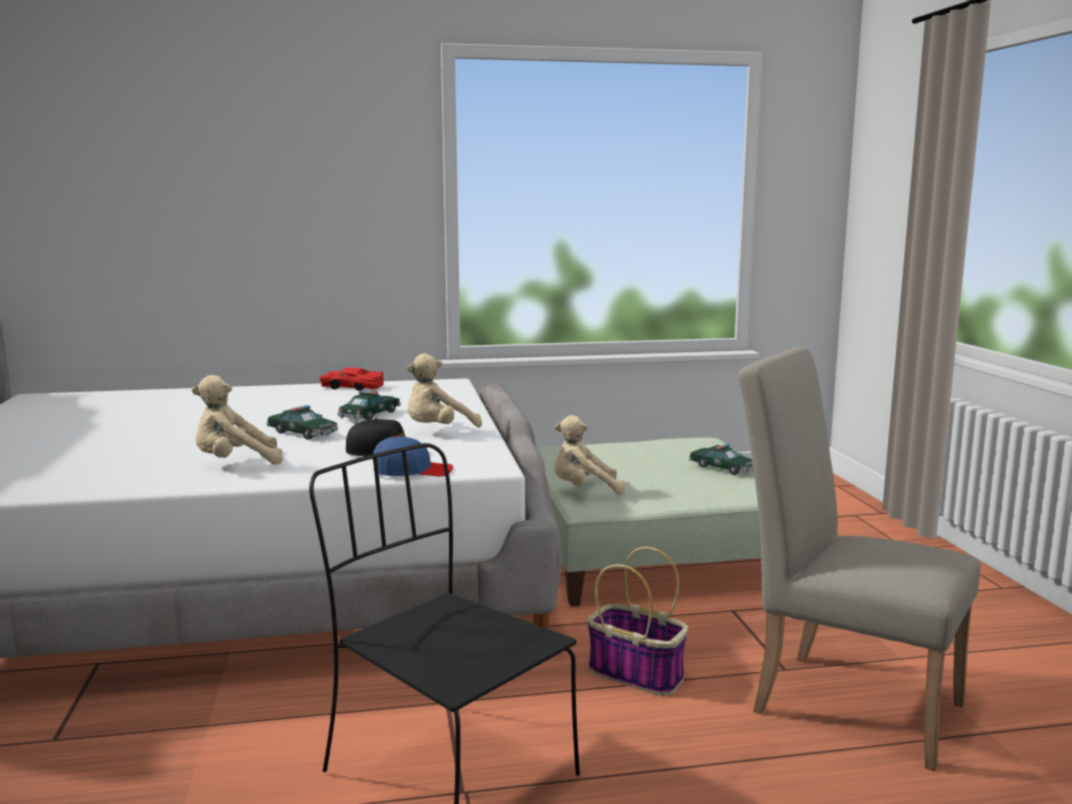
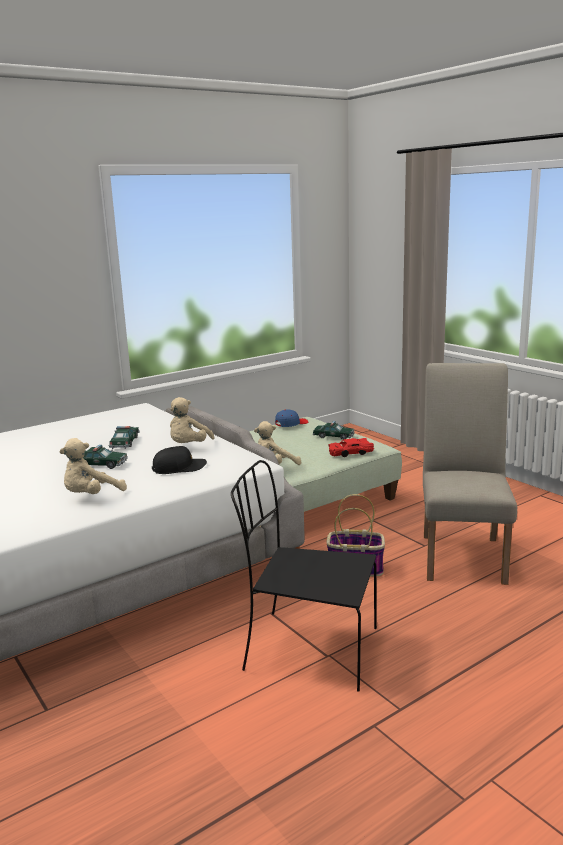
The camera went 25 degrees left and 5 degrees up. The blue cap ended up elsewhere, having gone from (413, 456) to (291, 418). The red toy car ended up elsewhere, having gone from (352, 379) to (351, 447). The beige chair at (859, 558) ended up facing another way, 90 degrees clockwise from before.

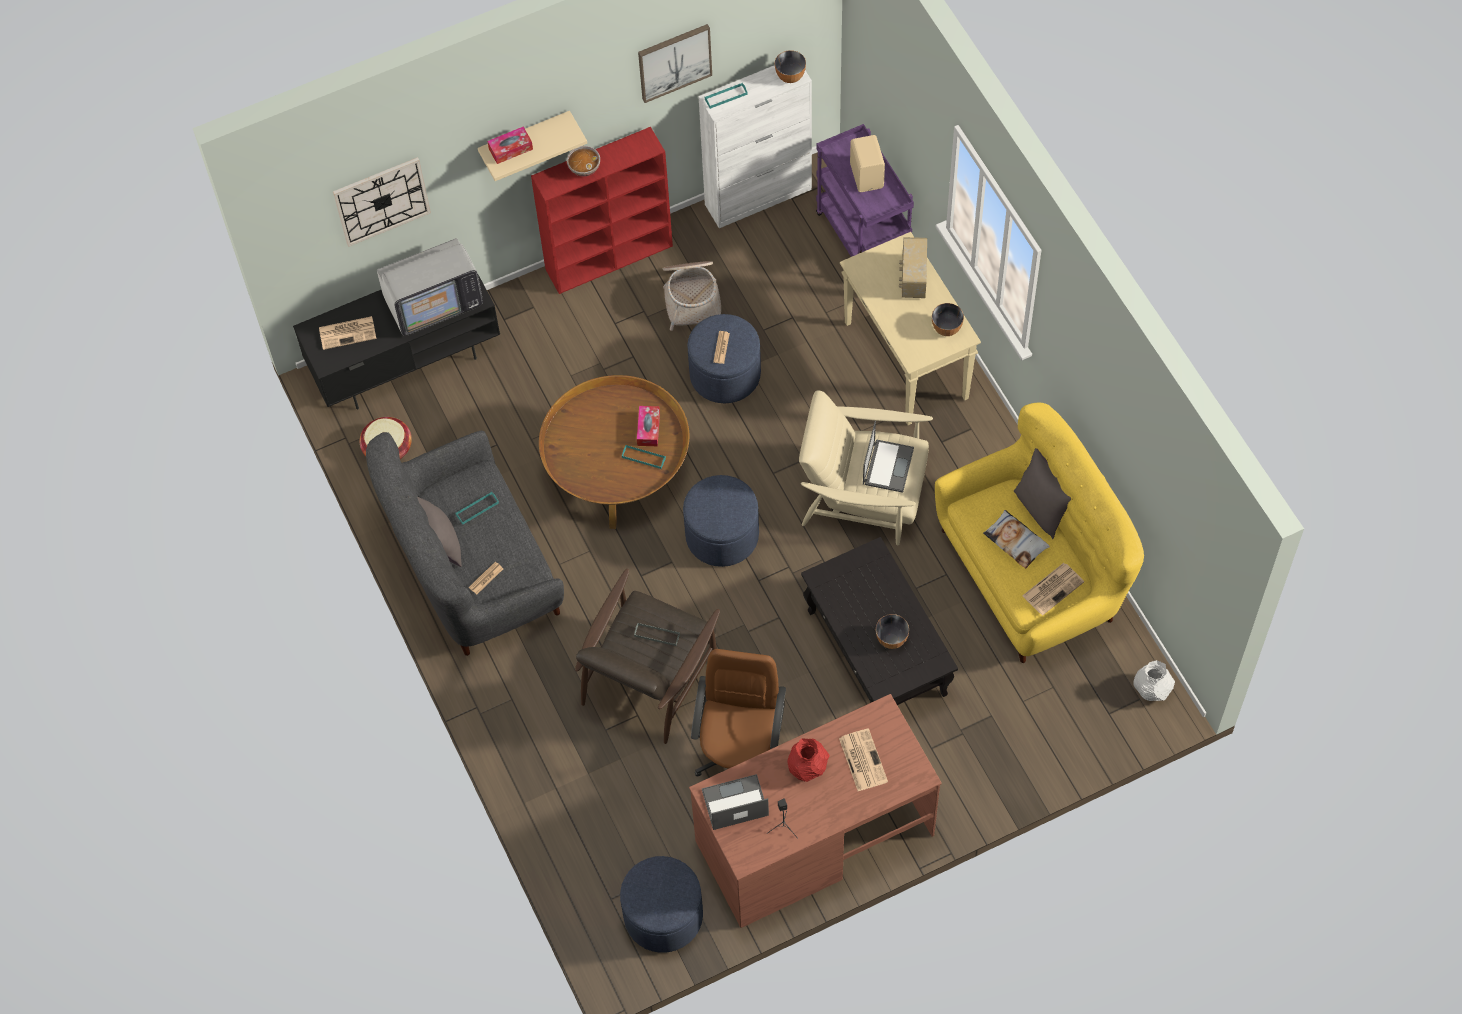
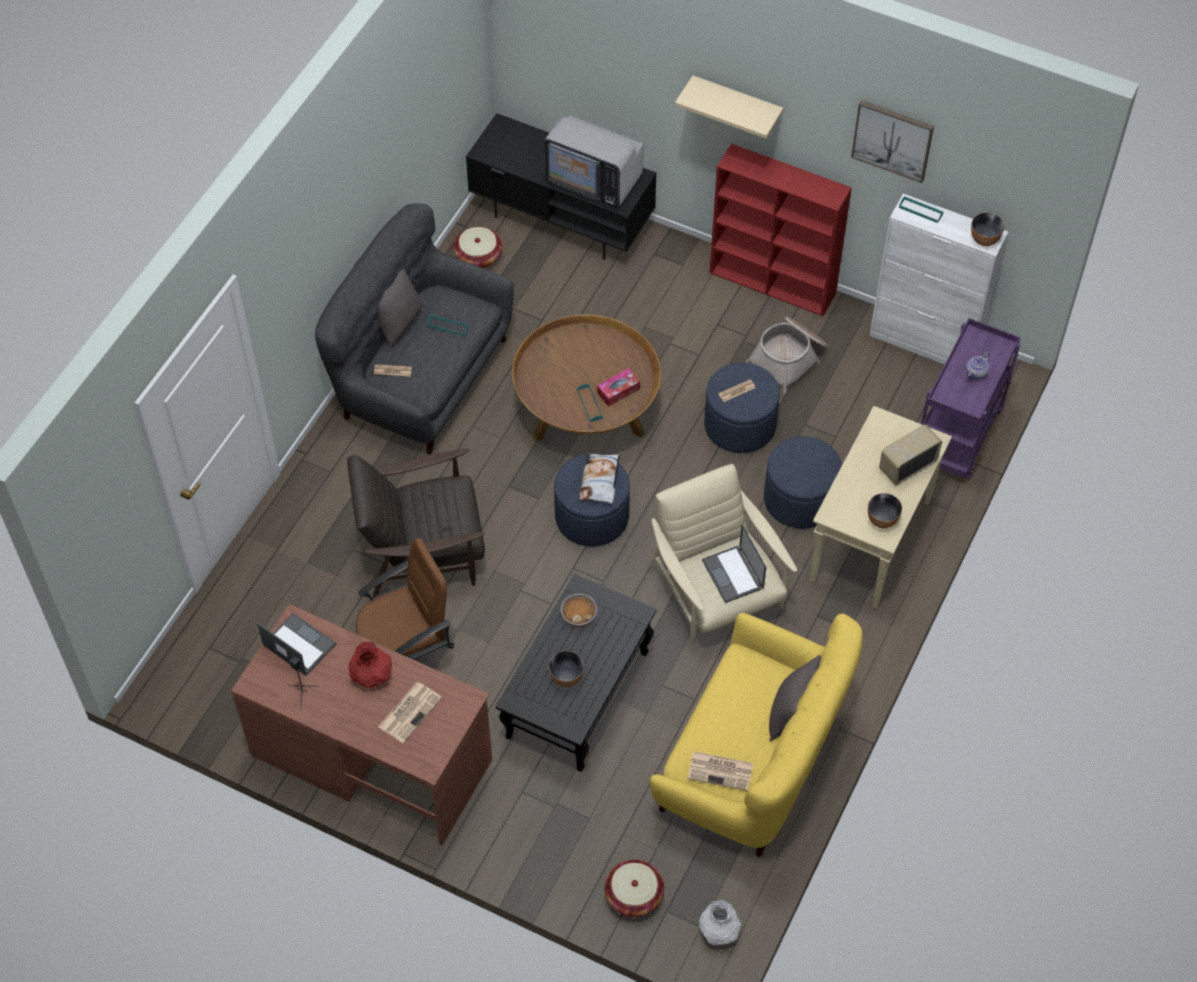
The camera went 50 degrees right and 5 degrees down. The bowl ended up elsewhere, having gone from (583, 161) to (579, 610). The pillow ended up elsewhere, having gone from (1016, 539) to (599, 478). The second view gained the basket at (634, 888). The laptop at (888, 457) ended up facing another way, 90 degrees clockwise from before. The blue ottoman ended up elsewhere, having gone from (661, 904) to (803, 482). Where the beige speaker stood at (867, 163), the teapot came to stand at (978, 366). The second view lost the newspaper at (347, 333). The second view lost the wall clock at (382, 202). The second view lost the tissue box at (510, 145).

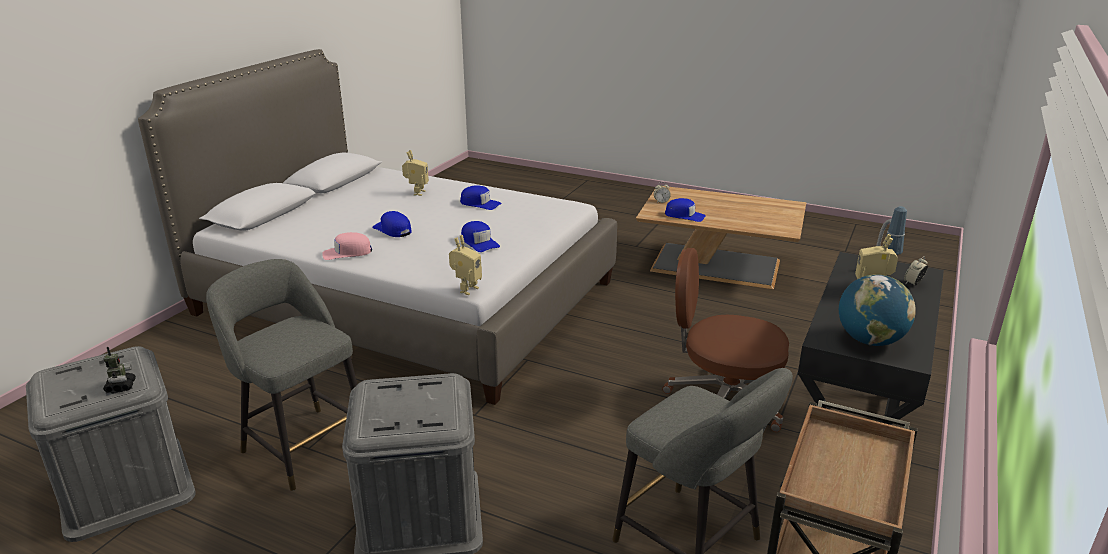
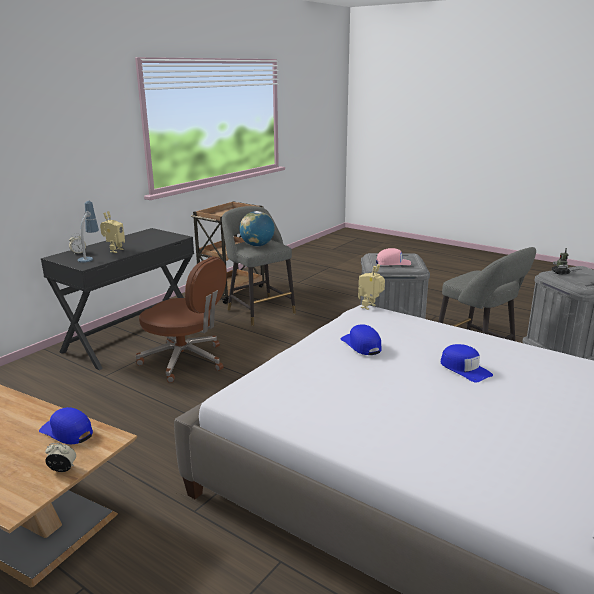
The camera went 170 degrees left and 5 degrees down. The globe ended up elsewhere, having gone from (877, 310) to (256, 229). The pink cap ended up elsewhere, having gone from (347, 246) to (393, 256). The second view lost the toy robot at (415, 173). The second view lost the blue cap at (481, 197).

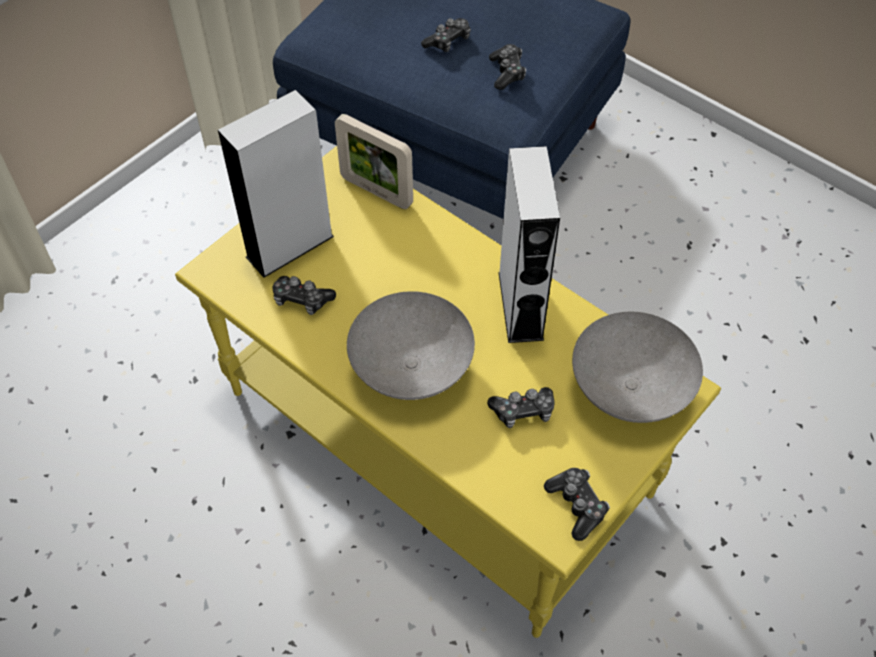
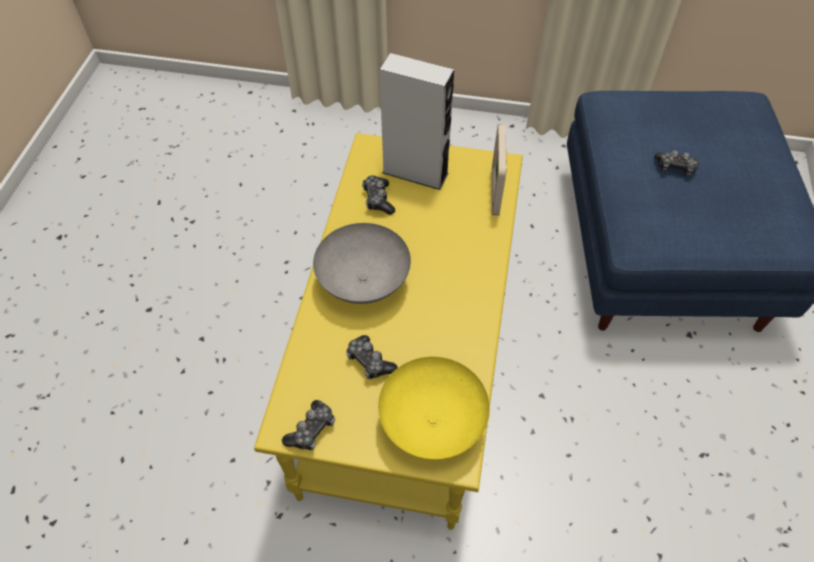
The camera went 60 degrees right and 0 degrees up. What was the grey bowl at (637, 367) turned into the yellow bowl at (434, 408). The second view lost the game controller at (507, 67). The second view lost the grey speaker at (529, 244).

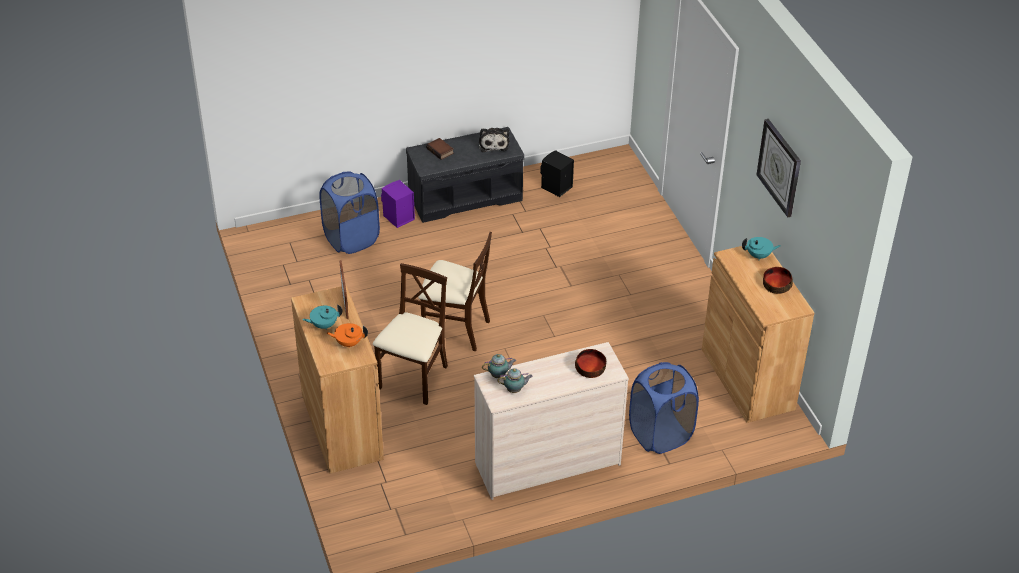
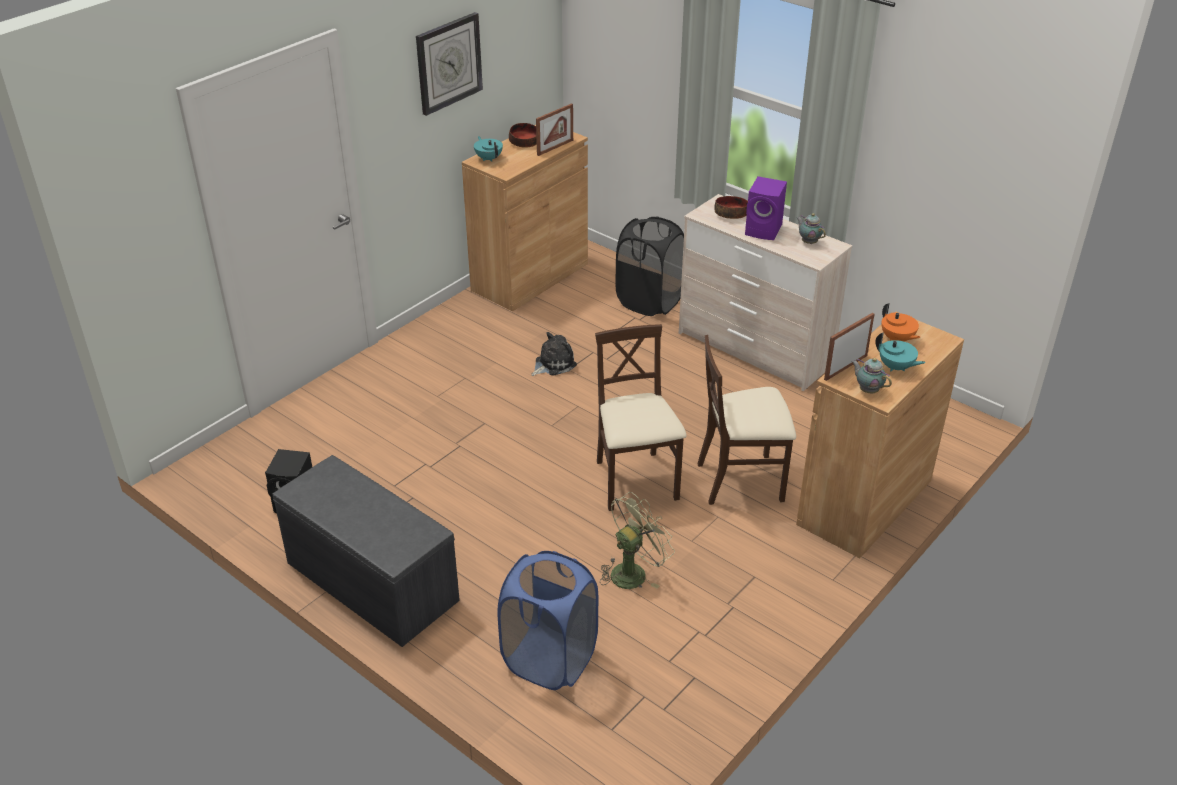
The camera went 120 degrees left and 5 degrees down. The plush toy ended up elsewhere, having gone from (494, 140) to (554, 354). The second view gained the picture frame at (554, 129). The second view gained the green fan at (637, 540). What was the blue laundry basket at (664, 408) turned into the black laundry basket at (650, 266). The purple speaker ended up elsewhere, having gone from (398, 204) to (766, 208). The teapot ended up elsewhere, having gone from (499, 366) to (871, 375). The second view lost the book at (440, 149).

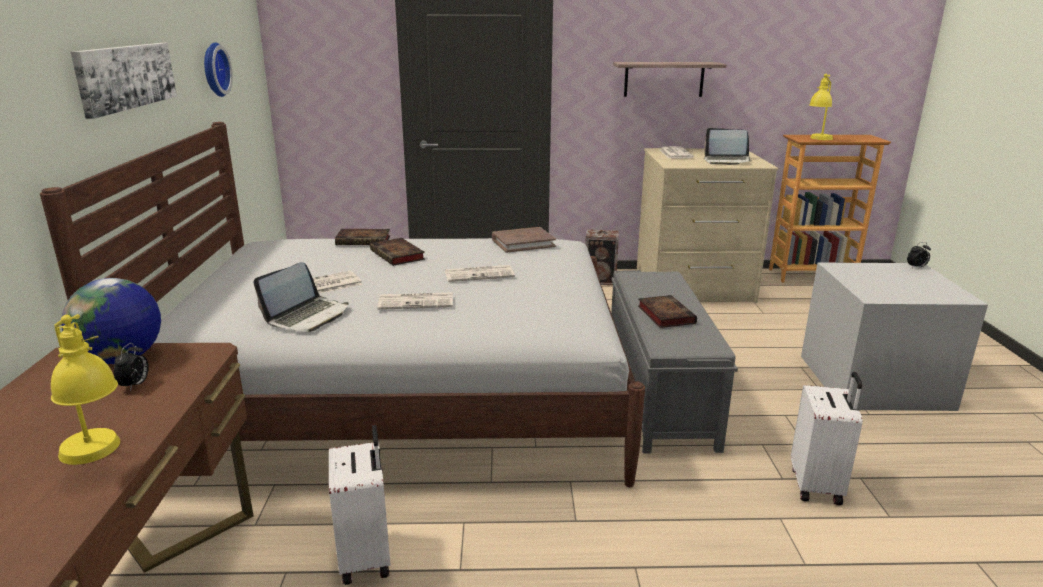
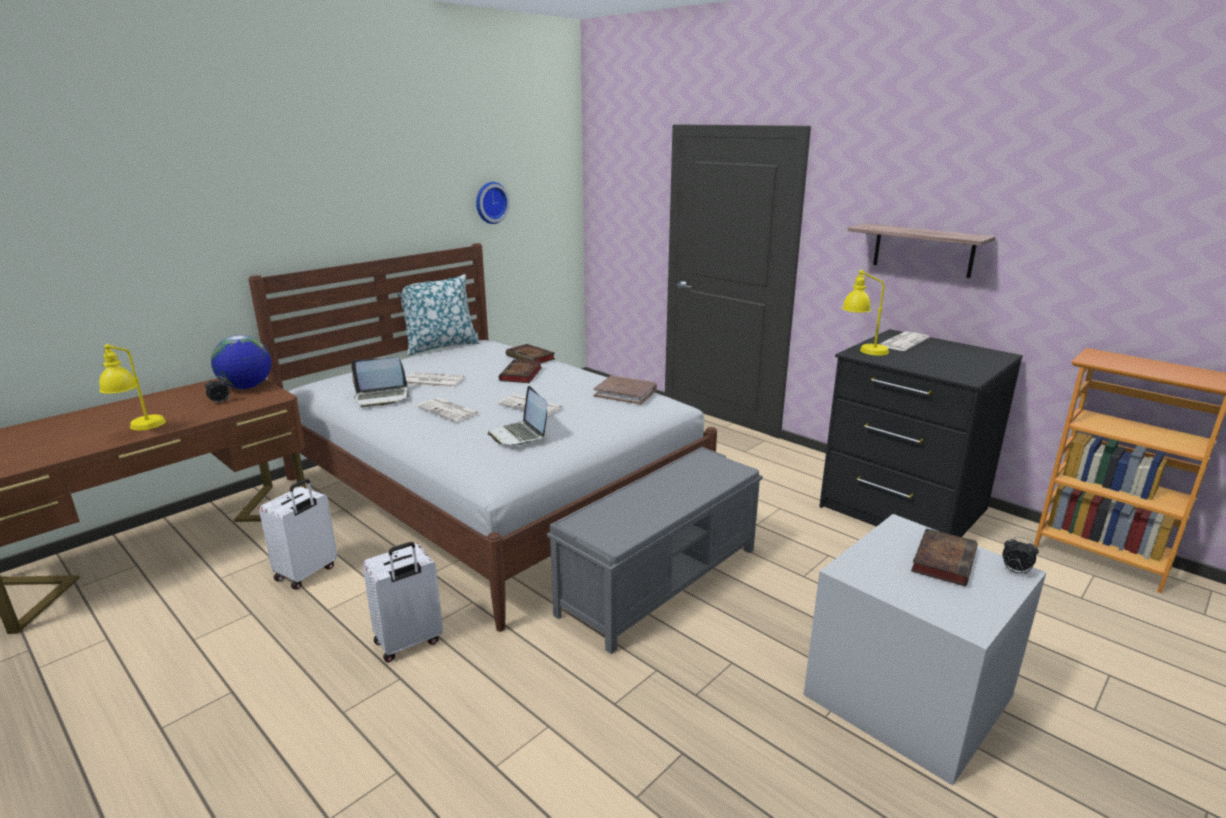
The camera went 45 degrees right and 0 degrees up. The white suitcase ended up elsewhere, having gone from (827, 439) to (402, 602). The second view gained the pillow at (438, 315). The laptop ended up elsewhere, having gone from (727, 146) to (517, 416). What was the beige dresser at (708, 225) turned into the black dresser at (921, 433). The yellow table lamp ended up elsewhere, having gone from (821, 107) to (865, 313). The book ended up elsewhere, having gone from (667, 311) to (944, 557). The second view lost the picture at (123, 81). The second view lost the speaker at (602, 257).

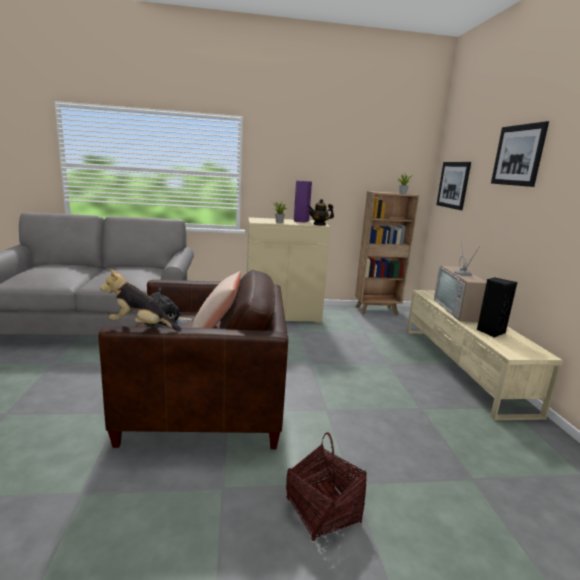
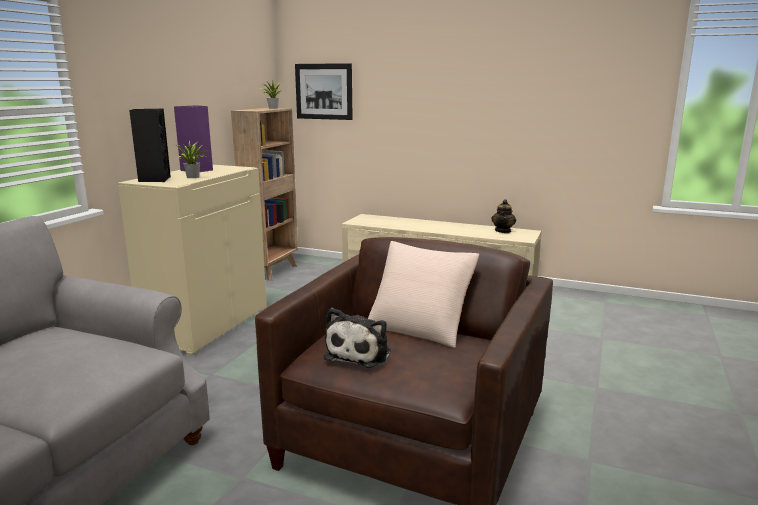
The camera went 60 degrees left and 0 degrees up. The black speaker ended up elsewhere, having gone from (497, 307) to (150, 145). The teapot ended up elsewhere, having gone from (321, 212) to (503, 216). The second view lost the plush toy at (140, 300). The second view lost the basket at (326, 486). The second view lost the television at (460, 281). The second view lost the picture at (520, 154).

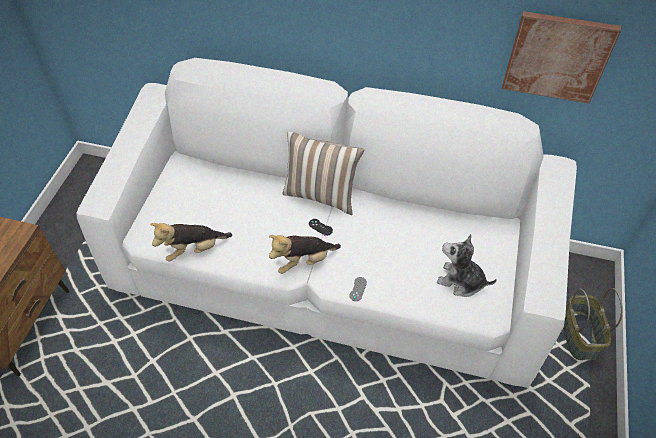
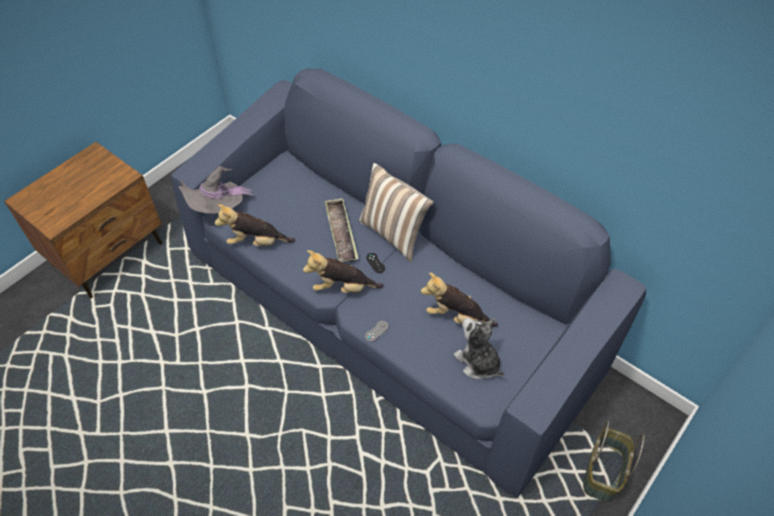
The camera went 25 degrees right and 0 degrees up. What was the white sofa at (327, 223) turned into the blue sofa at (408, 283). The second view gained the grey hat at (218, 190). The second view gained the tray at (341, 230). The second view gained the plush toy at (459, 300). The second view lost the picture at (561, 57).

